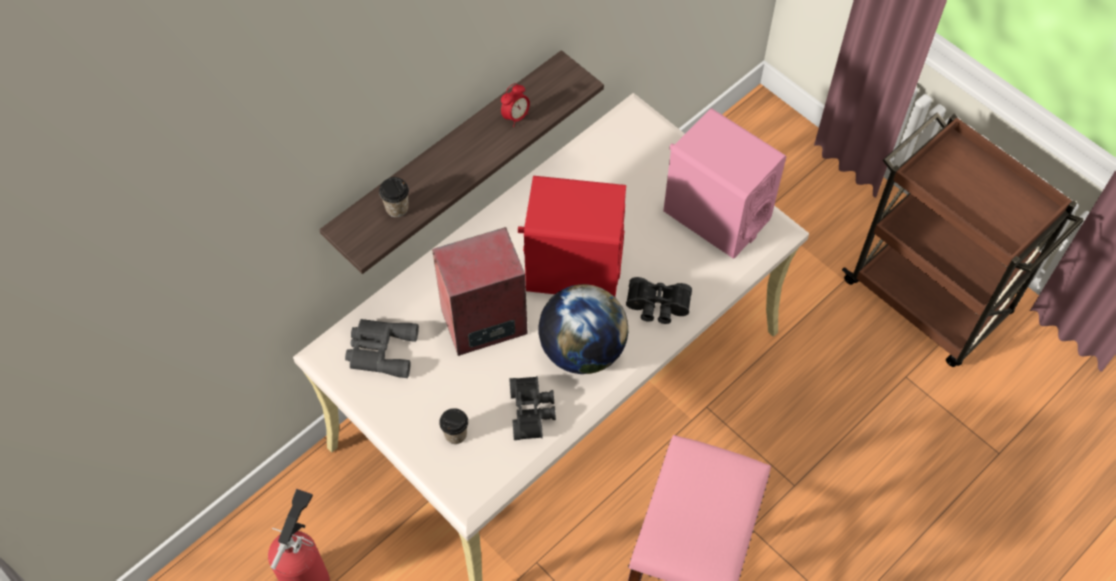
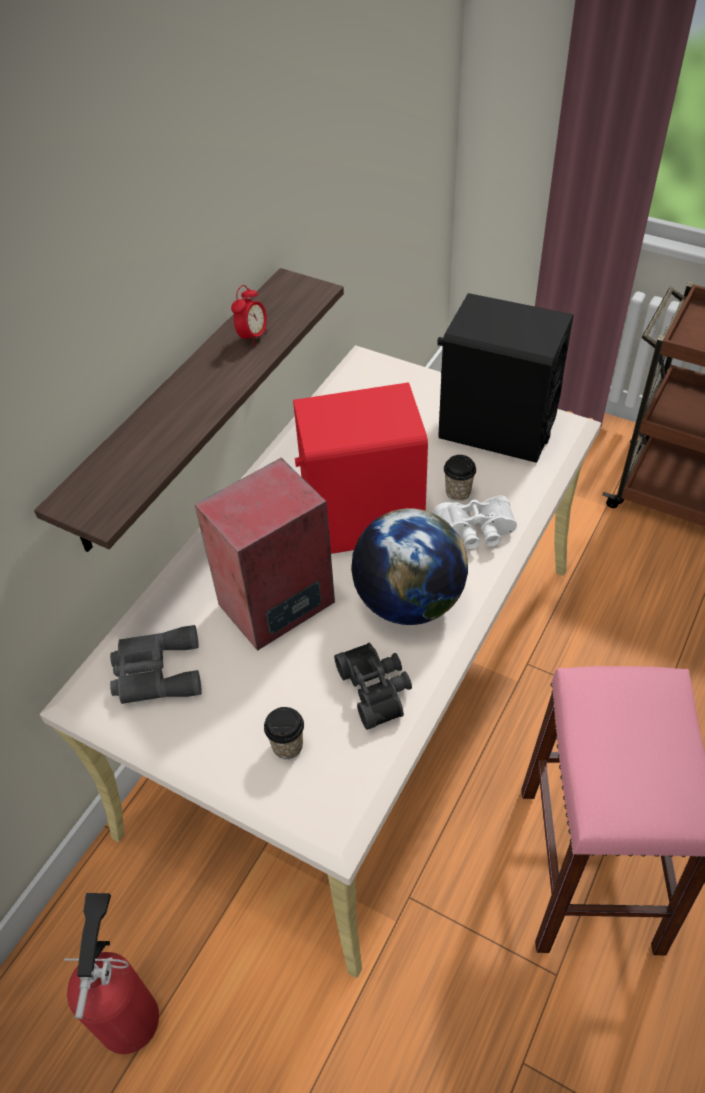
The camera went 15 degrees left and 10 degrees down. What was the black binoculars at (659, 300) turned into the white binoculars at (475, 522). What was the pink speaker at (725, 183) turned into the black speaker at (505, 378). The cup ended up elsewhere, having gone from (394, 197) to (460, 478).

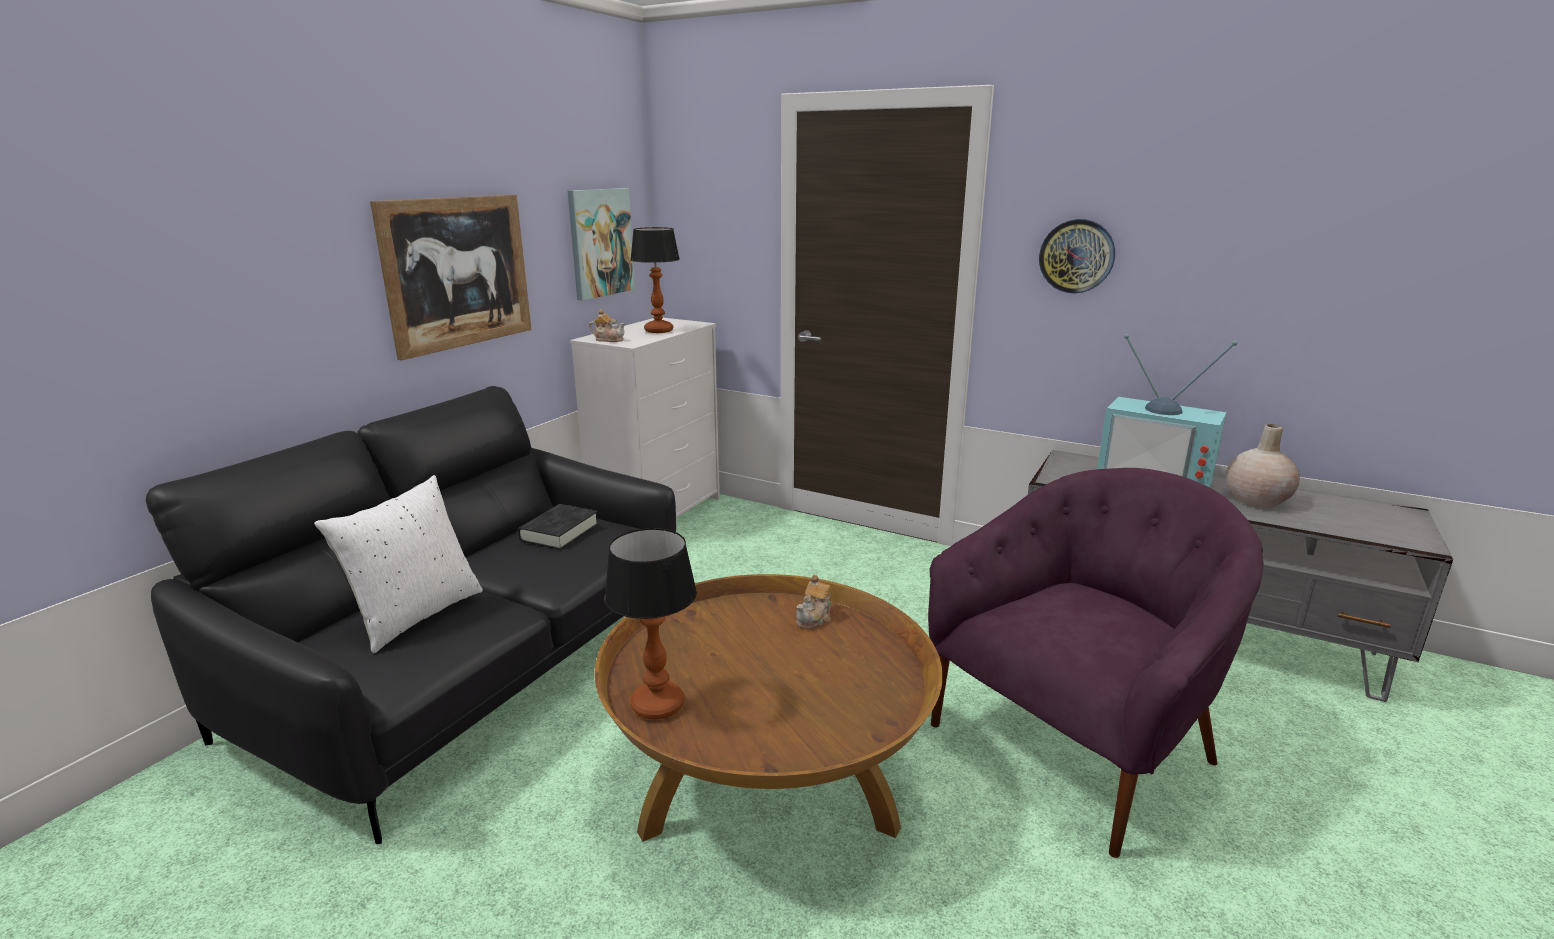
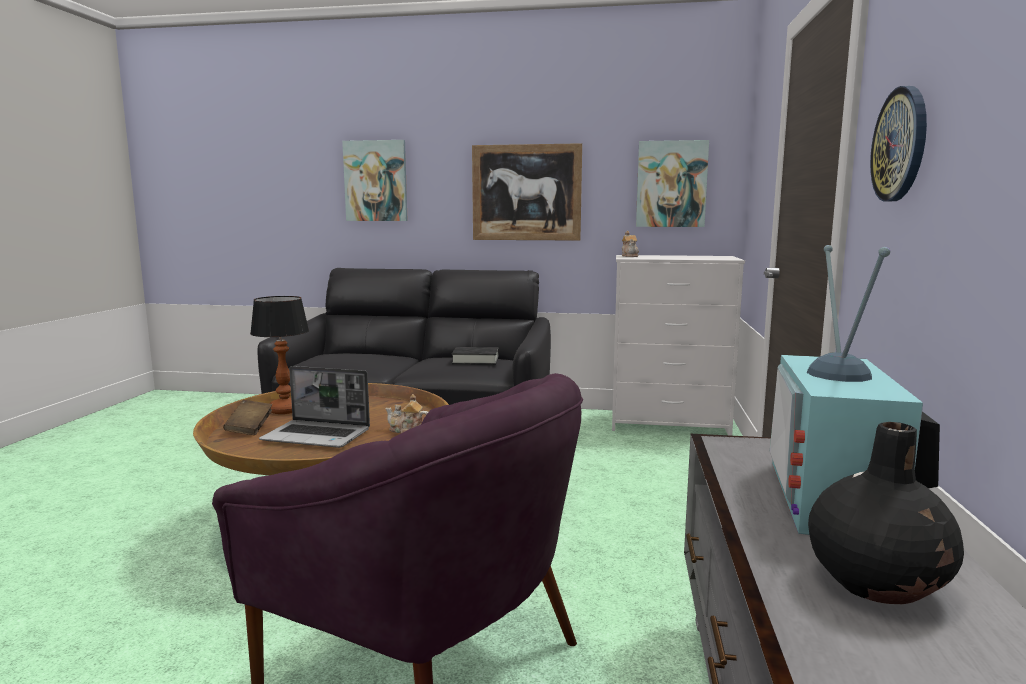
The camera went 70 degrees right and 10 degrees down. The second view gained the brown book at (248, 417). The second view gained the laptop at (314, 407). The second view gained the picture at (375, 180). What was the beige vase at (1263, 466) turned into the black vase at (886, 513). The second view lost the white pillow at (398, 564). The second view lost the table lamp at (655, 280).

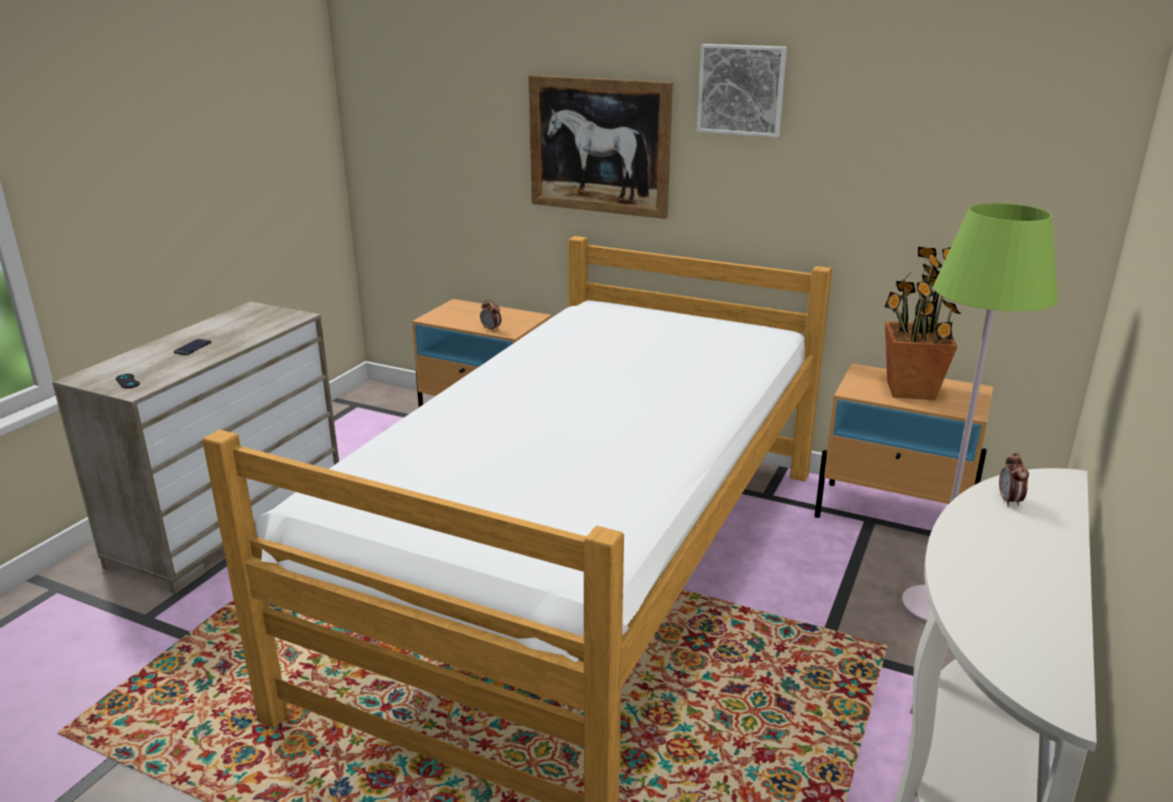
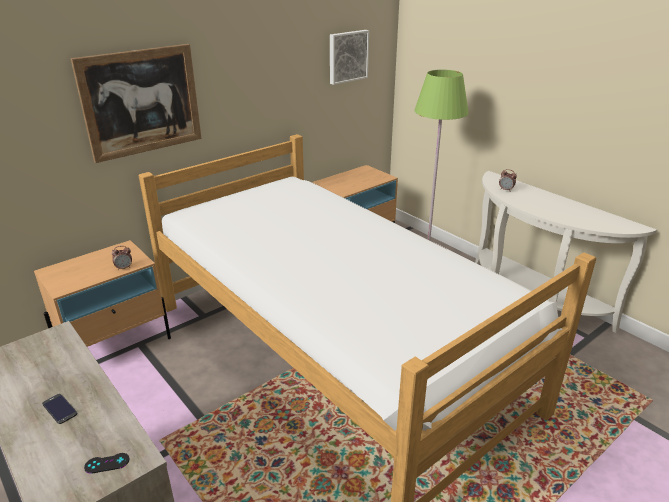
The camera went 65 degrees left and 5 degrees up. The picture ended up elsewhere, having gone from (742, 91) to (349, 57). The second view lost the potted plant at (922, 323).

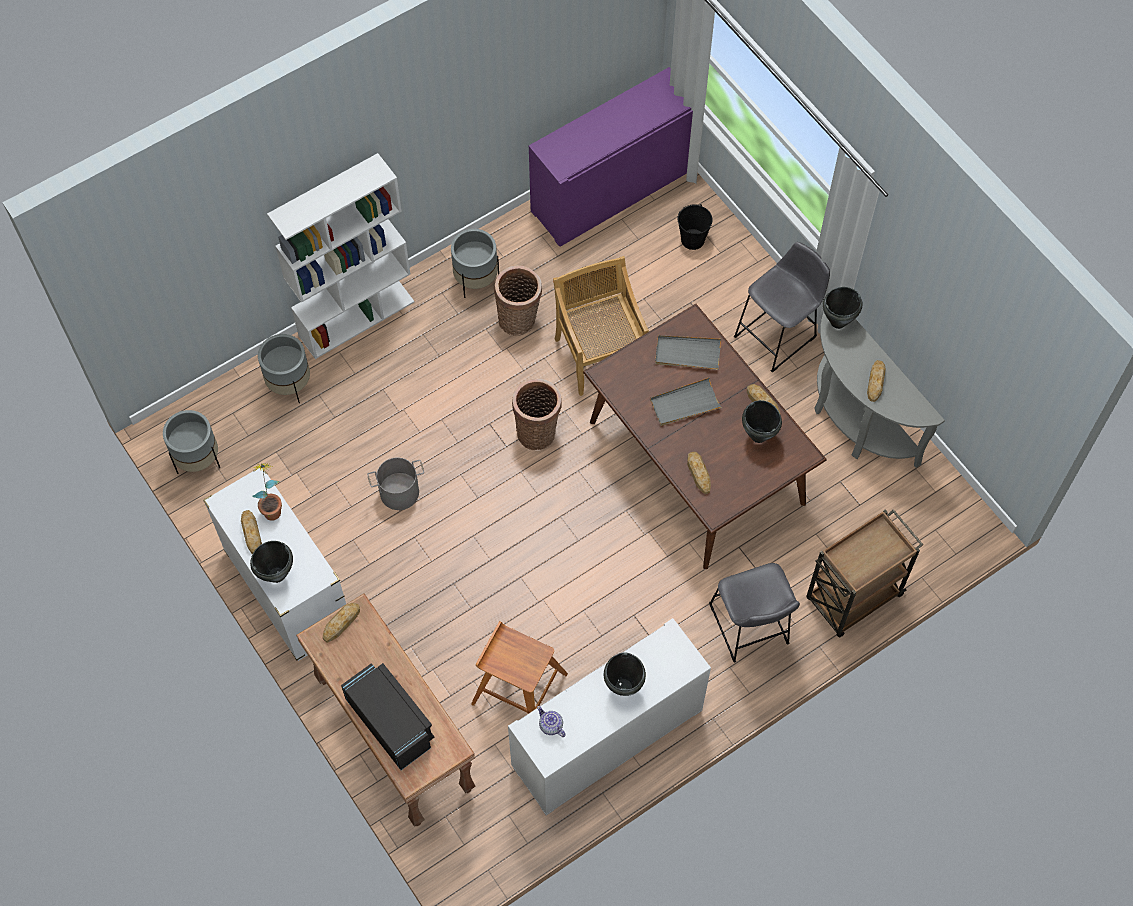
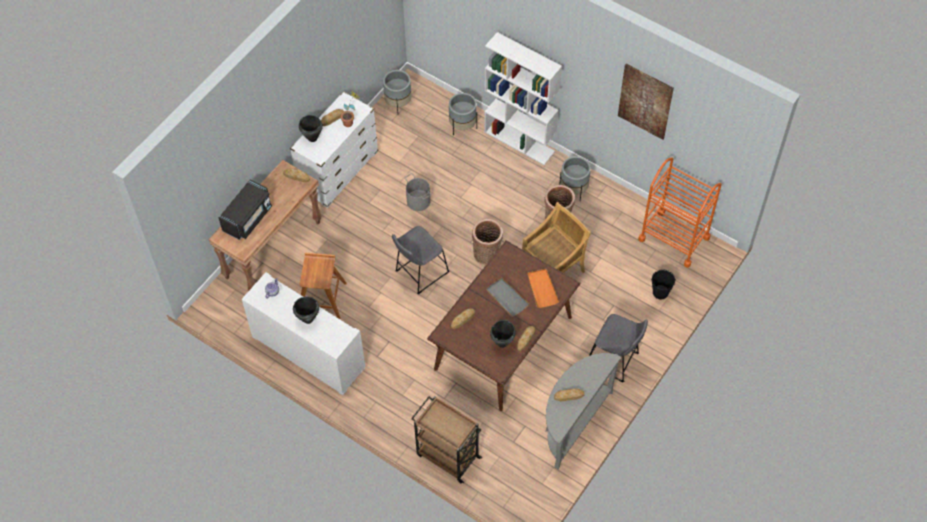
The camera went 70 degrees right and 5 degrees down. The grey stool ended up elsewhere, having gone from (754, 613) to (420, 260). What was the grey tray at (688, 352) turned into the orange tray at (543, 288). The second view gained the picture at (646, 102). Where the purple cabinet stood at (611, 156), the orange cart came to stand at (680, 212). The second view lost the black cooking pot at (842, 308).

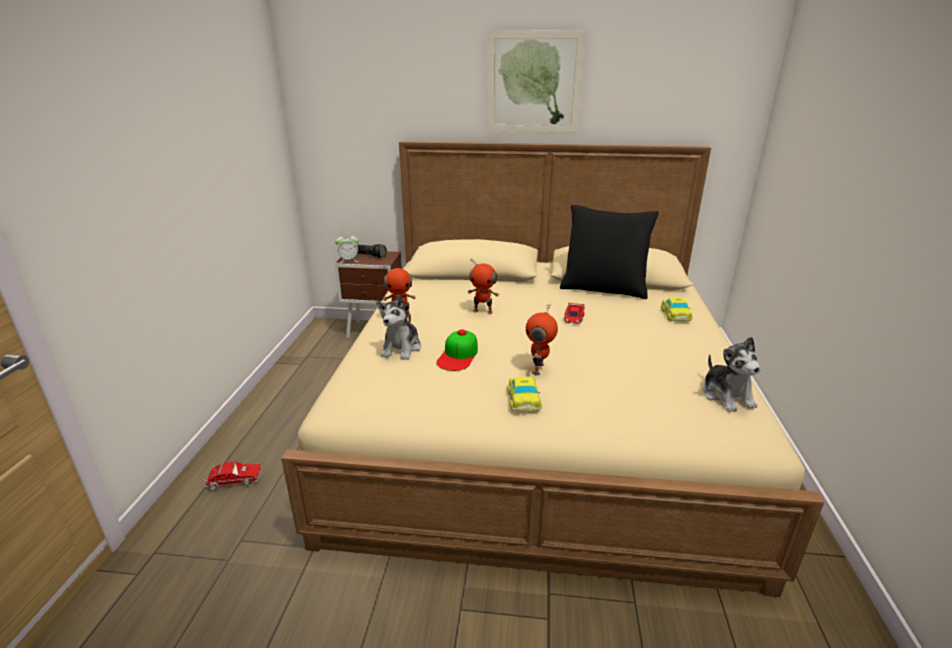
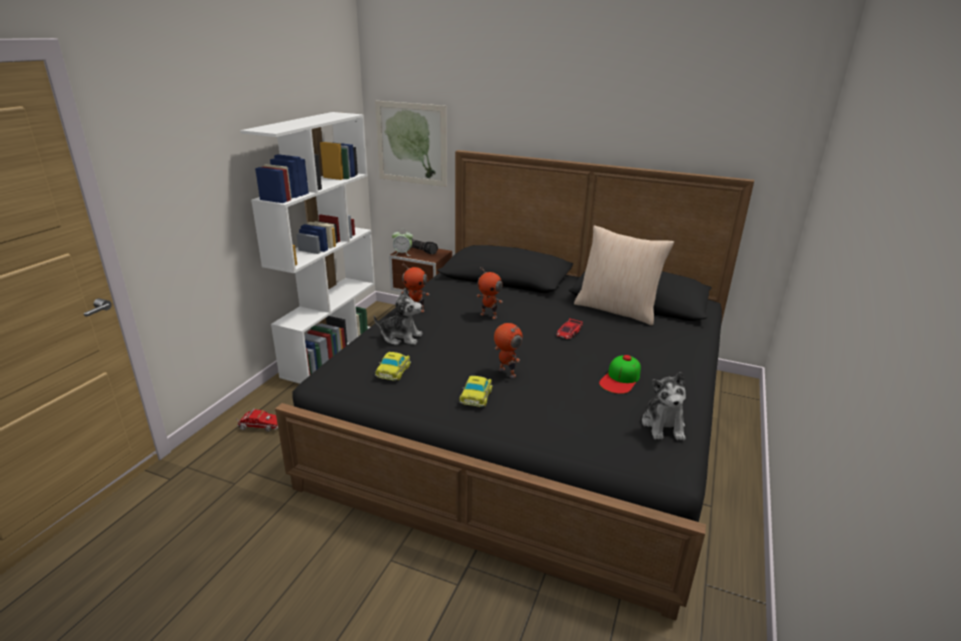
The camera went 15 degrees right and 0 degrees up. The second view gained the white bookcase at (307, 248). What was the beige bed at (552, 369) turned into the black bed at (514, 385). The plush toy at (398, 327) ended up facing another way, 105 degrees counterclockwise from before. The picture ended up elsewhere, having gone from (536, 82) to (411, 144). The toy car ended up elsewhere, having gone from (676, 309) to (393, 366). The toy robot at (542, 339) ended up facing another way, 105 degrees clockwise from before. What was the black pillow at (609, 251) turned into the beige pillow at (624, 275). The cap ended up elsewhere, having gone from (457, 350) to (620, 374).

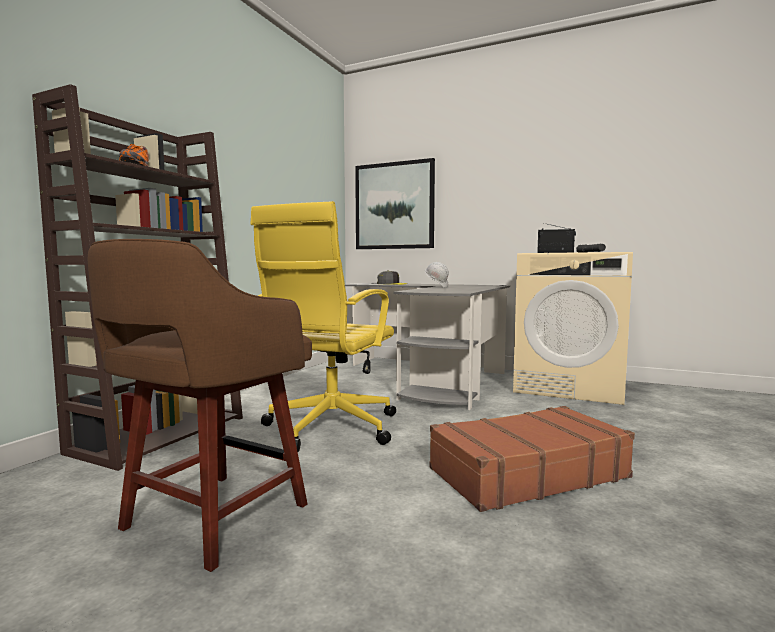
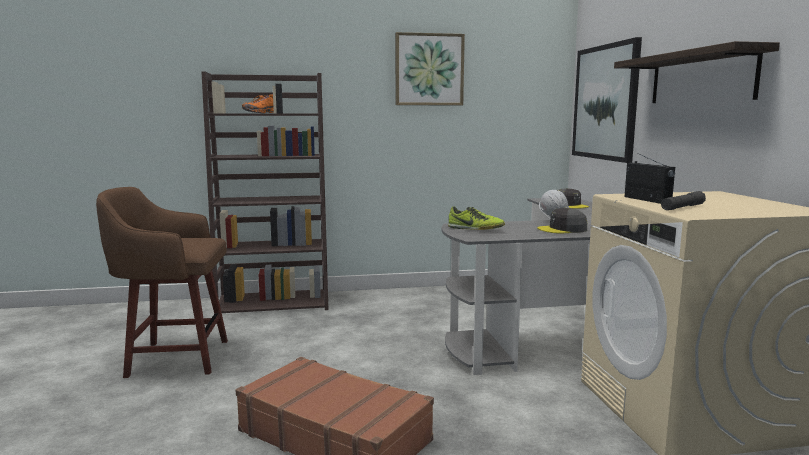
The camera went 55 degrees right and 5 degrees up. The second view gained the picture at (430, 68). The second view gained the shoe at (476, 218). The second view gained the grey cap at (562, 221). The second view gained the shelf at (697, 72). The second view lost the yellow office chair at (323, 326).

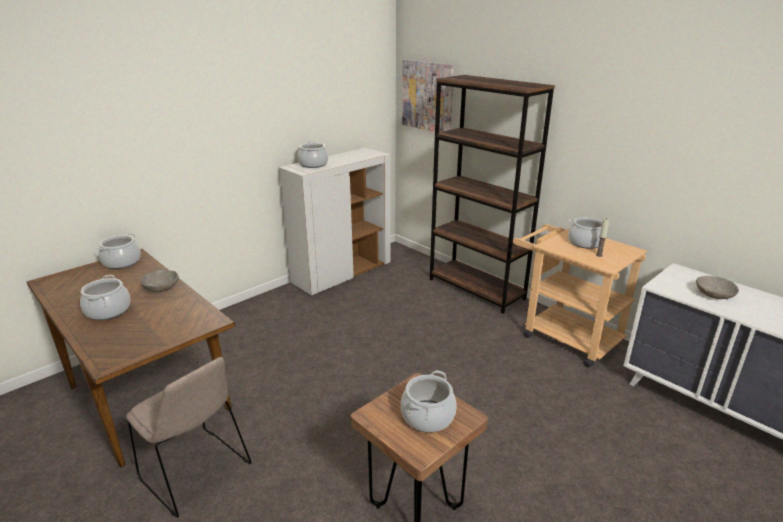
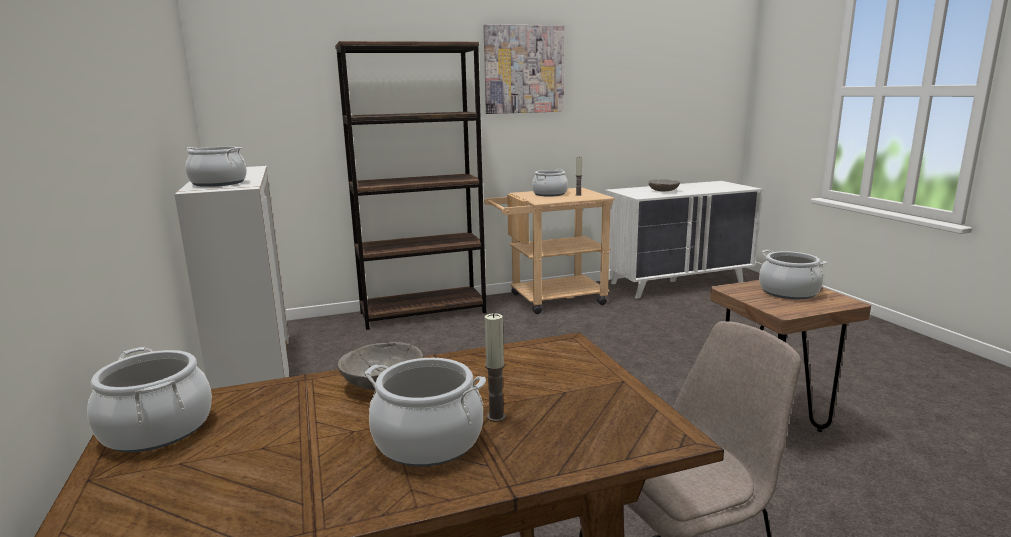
The camera went 65 degrees left and 10 degrees down. The picture ended up elsewhere, having gone from (428, 95) to (523, 69). The second view gained the candle at (495, 367).

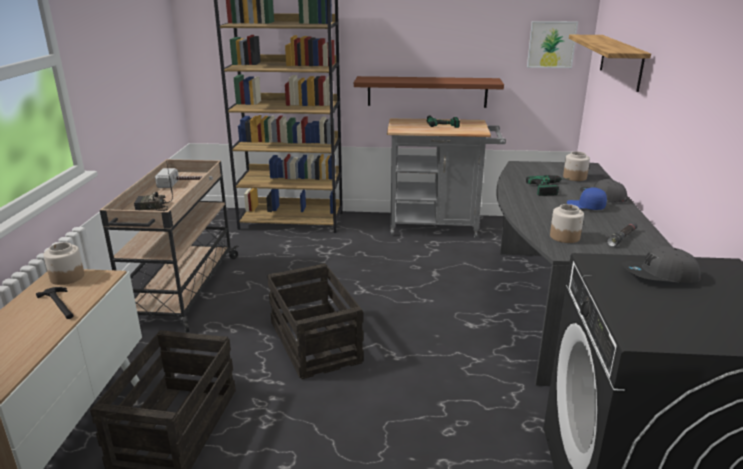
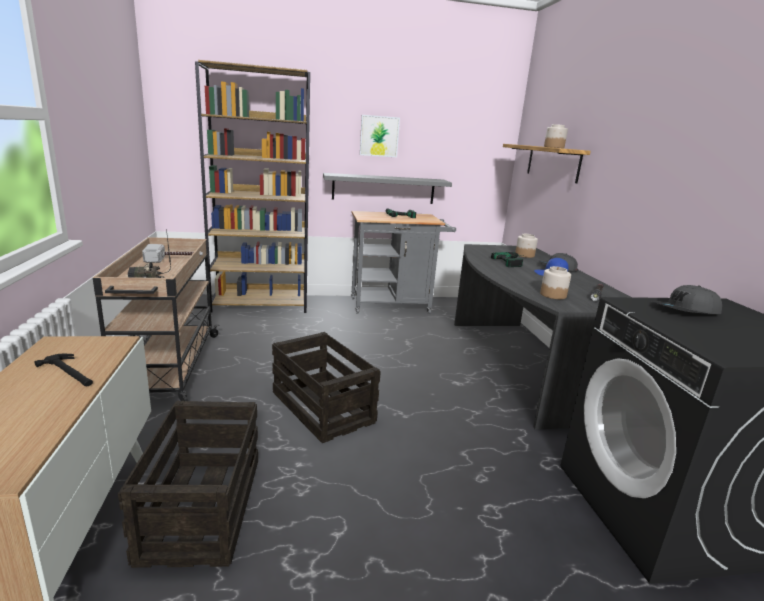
The camera went 15 degrees left and 5 degrees down. What was the brown shelf at (429, 92) turned into the grey shelf at (387, 188). The picture ended up elsewhere, having gone from (552, 44) to (380, 136). The jar ended up elsewhere, having gone from (64, 263) to (556, 136).

